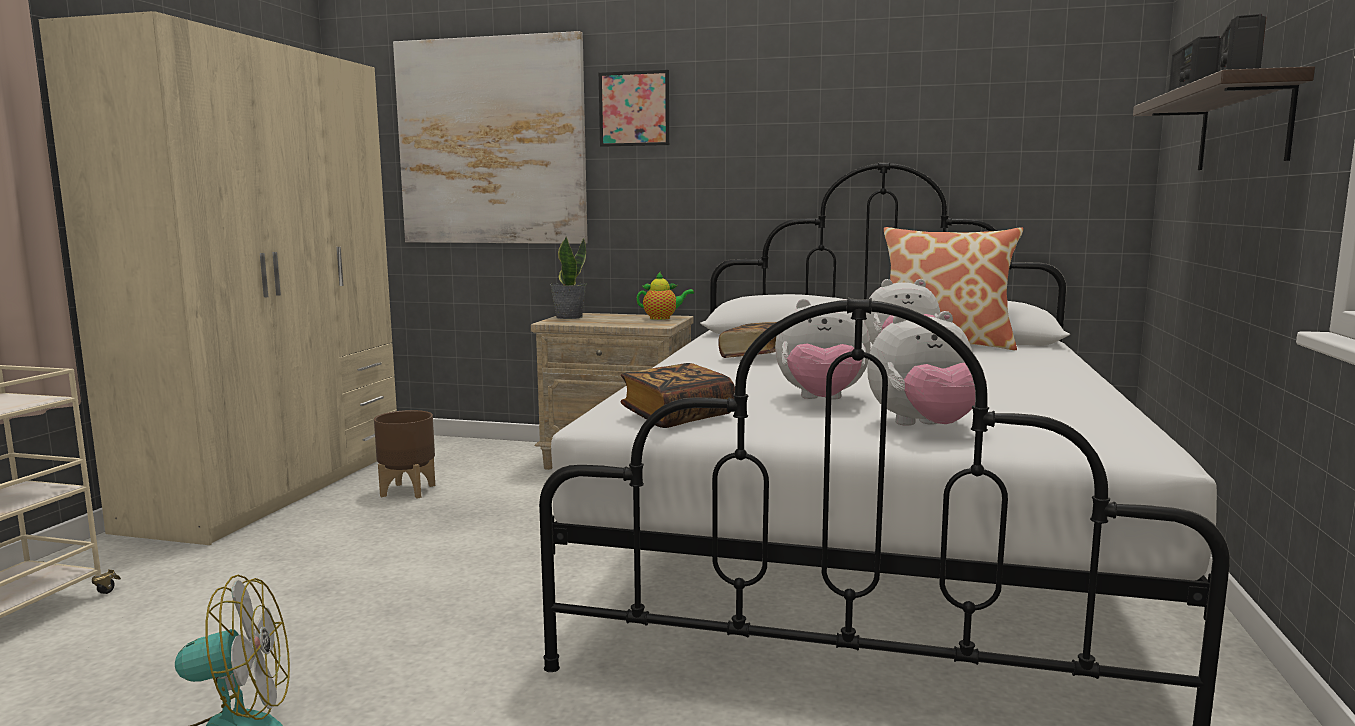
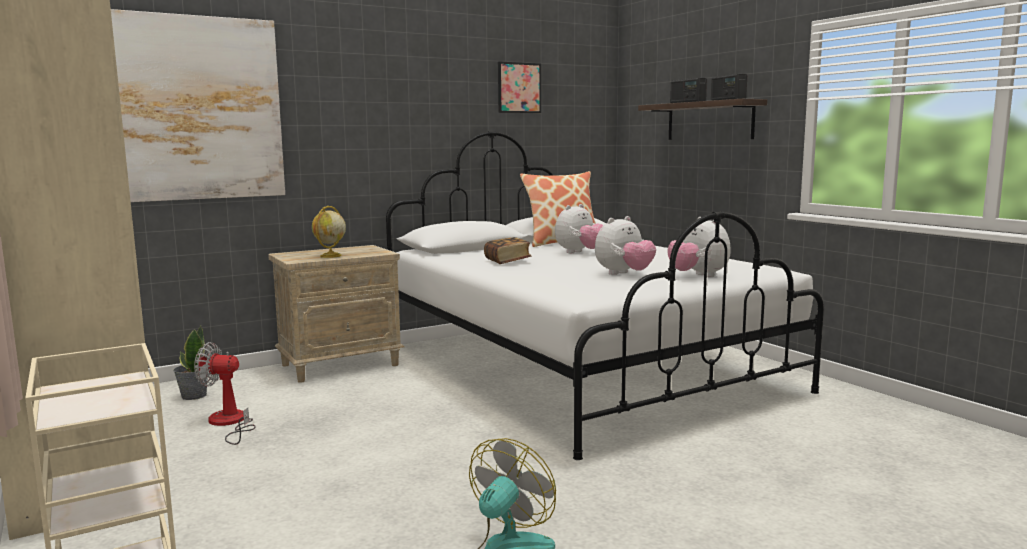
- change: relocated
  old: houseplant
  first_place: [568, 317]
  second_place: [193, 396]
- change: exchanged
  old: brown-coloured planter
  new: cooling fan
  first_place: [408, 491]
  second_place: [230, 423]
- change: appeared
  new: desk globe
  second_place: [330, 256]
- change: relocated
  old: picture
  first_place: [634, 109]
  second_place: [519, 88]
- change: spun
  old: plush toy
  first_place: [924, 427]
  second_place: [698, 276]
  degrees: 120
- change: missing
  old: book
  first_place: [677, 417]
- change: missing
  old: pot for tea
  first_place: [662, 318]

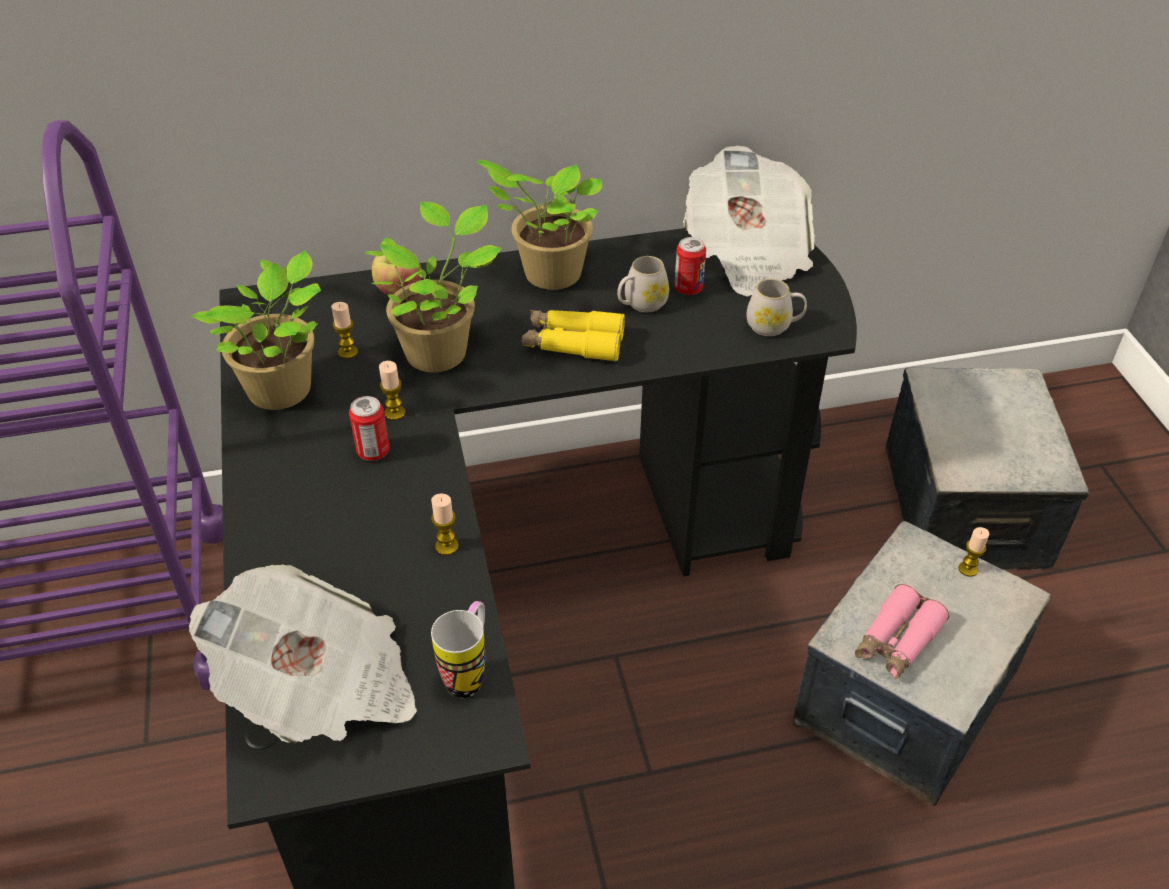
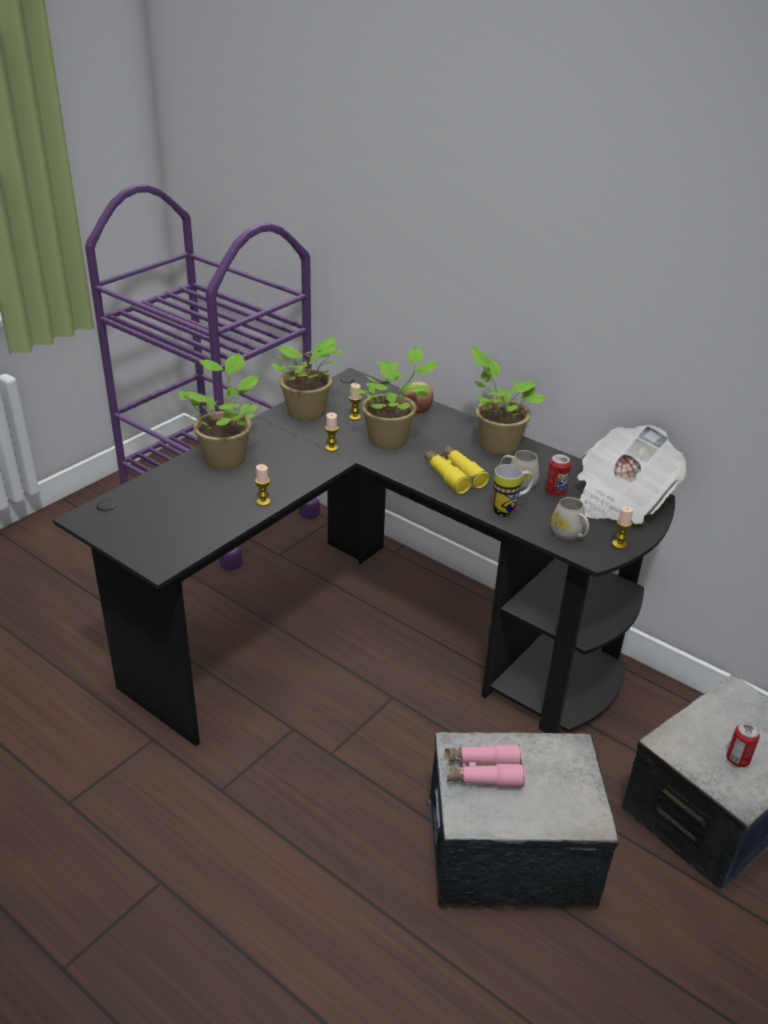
- change: appeared
  new: houseplant
  second_place: [226, 457]
- change: relocated
  old: tea mug
  first_place: [469, 673]
  second_place: [510, 510]
- change: relocated
  old: wax light
  first_place: [968, 569]
  second_place: [619, 544]
- change: relocated
  old: can
  first_place: [373, 451]
  second_place: [737, 759]
- change: missing
  old: daily paper
  first_place: [320, 687]

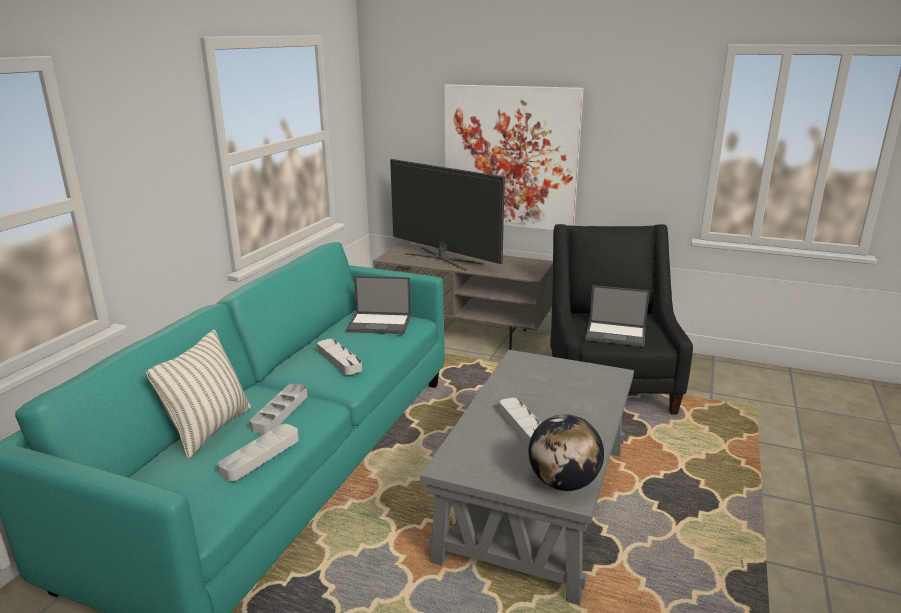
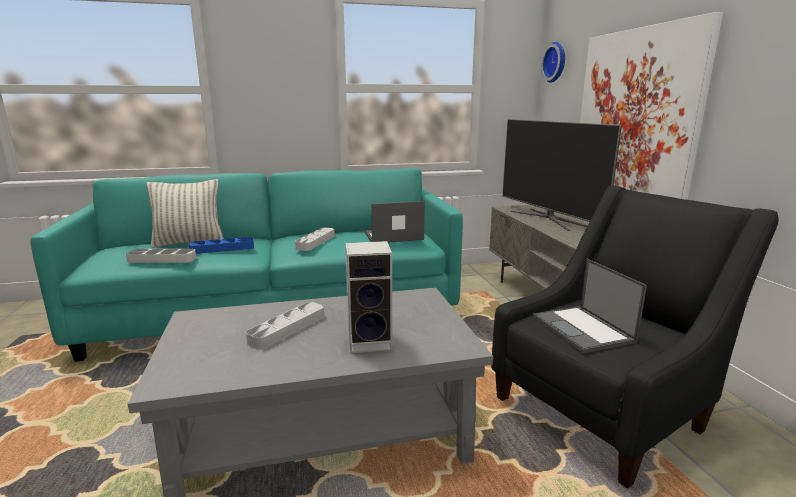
- change: colour
  old: gray serving tray
  new: blue-coloured serving tray
  first_place: [280, 412]
  second_place: [222, 249]
- change: appeared
  new: loudspeaker
  second_place: [371, 341]
- change: spun
  old: portable computer
  first_place: [380, 323]
  second_place: [392, 236]
  degrees: 105
- change: spun
  old: TV
  first_place: [443, 258]
  second_place: [547, 219]
  degrees: 150
- change: appeared
  new: clock on the wall
  second_place: [556, 62]
- change: missing
  old: desk globe
  first_place: [563, 483]

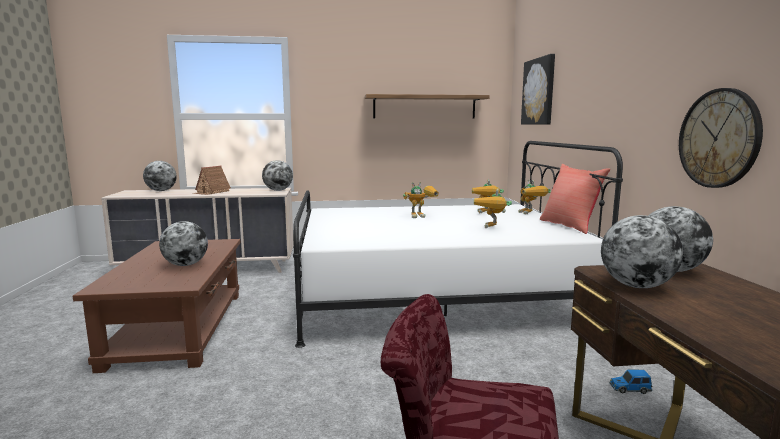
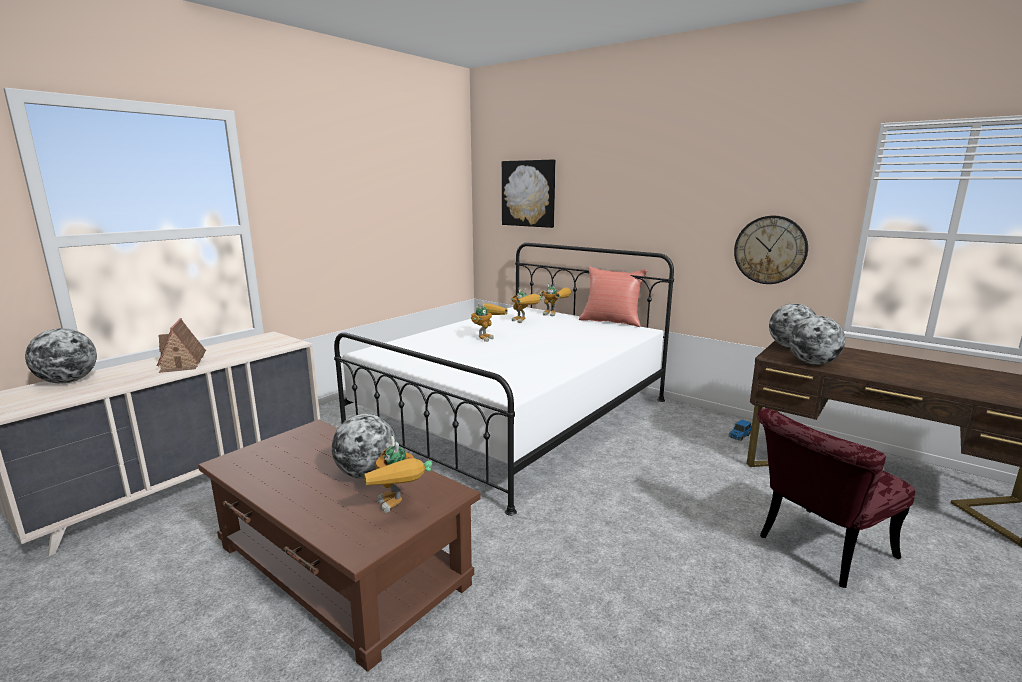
- change: relocated
  old: robot figure
  first_place: [493, 228]
  second_place: [398, 508]
- change: missing
  old: desk globe
  first_place: [278, 190]
- change: missing
  old: shelf
  first_place: [424, 107]

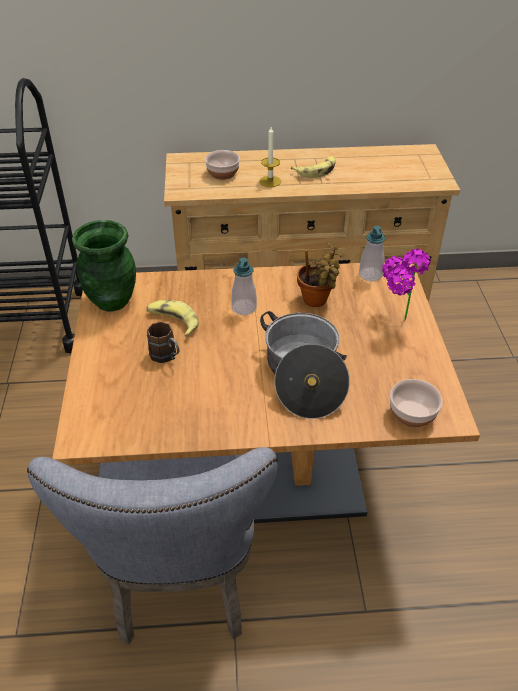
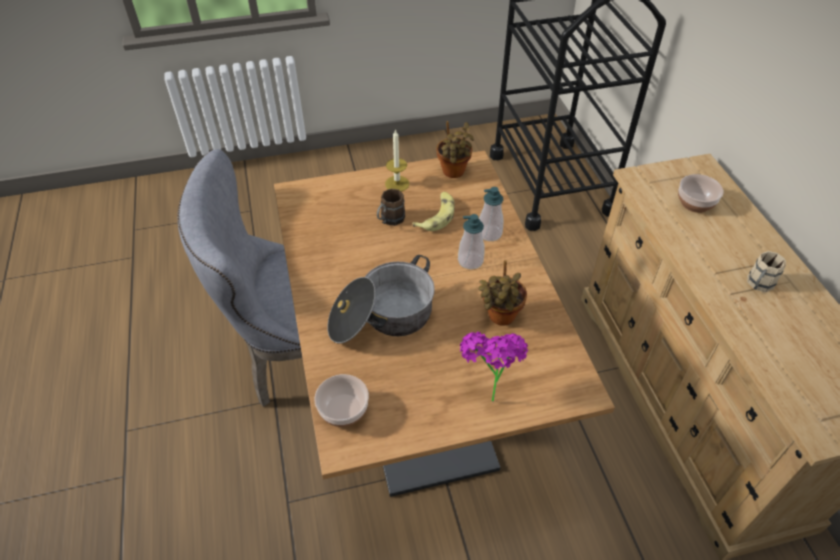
- change: relocated
  old: wax light
  first_place: [270, 181]
  second_place: [397, 184]
- change: exchanged
  old: green-coloured flower vase
  new: houseplant
  first_place: [111, 300]
  second_place: [453, 173]
- change: relocated
  old: soap bottle
  first_place: [370, 275]
  second_place: [489, 233]
- change: exchanged
  old: banana
  new: sand-coloured tea mug
  first_place: [316, 170]
  second_place: [757, 285]

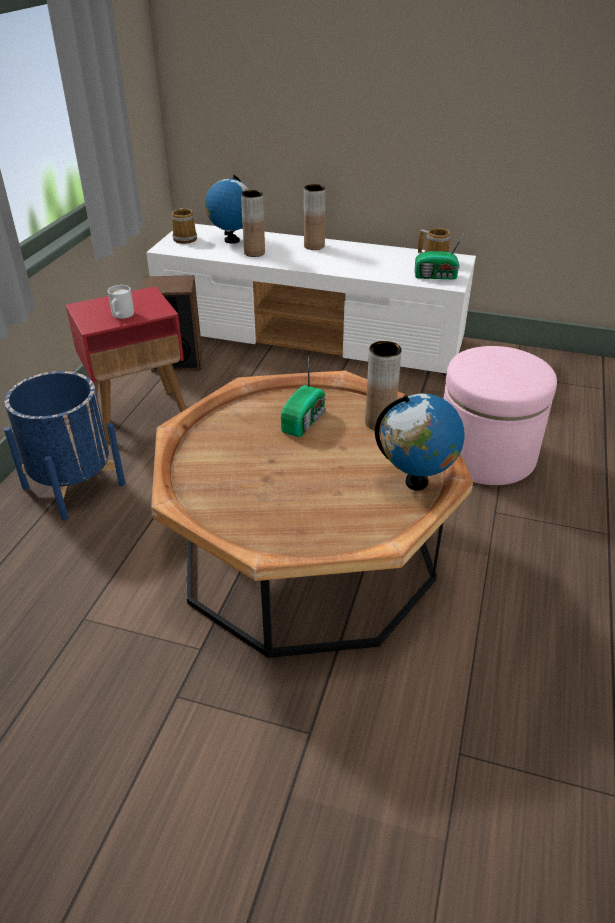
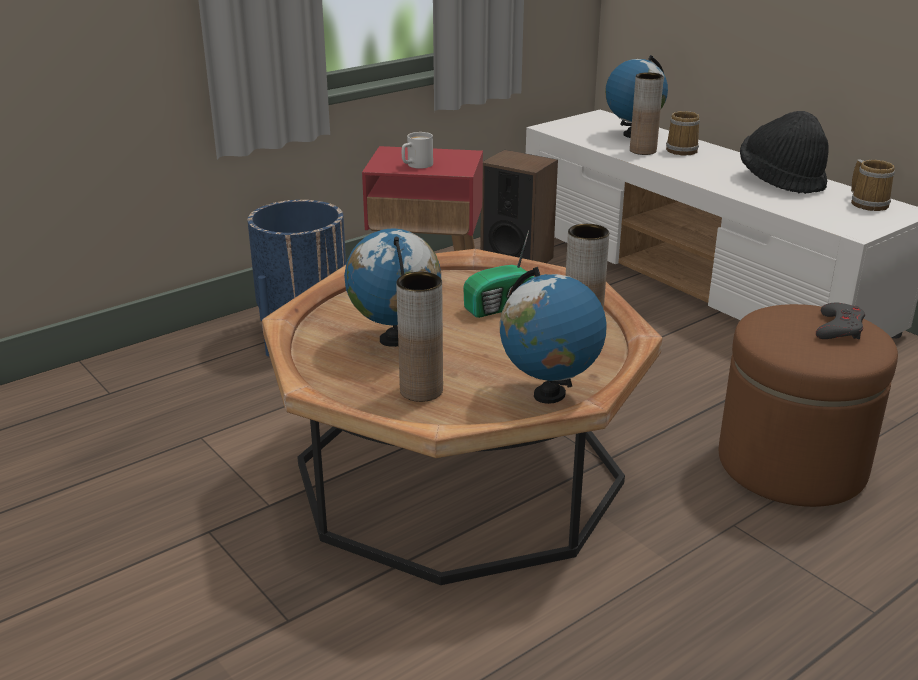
- change: appeared
  new: desk globe
  second_place: [395, 340]
- change: relocated
  old: brown-coloured flower vase
  first_place: [314, 246]
  second_place: [421, 391]
- change: relocated
  old: tea mug
  first_place: [185, 238]
  second_place: [683, 150]
- change: colour
  old: pink ottoman
  new: brown-coloured ottoman
  first_place: [485, 455]
  second_place: [791, 464]
- change: appeared
  new: black-coloured wearable hat
  second_place: [781, 180]
- change: appeared
  new: gray game controller
  second_place: [839, 328]
- change: missing
  old: radio
  first_place: [436, 276]

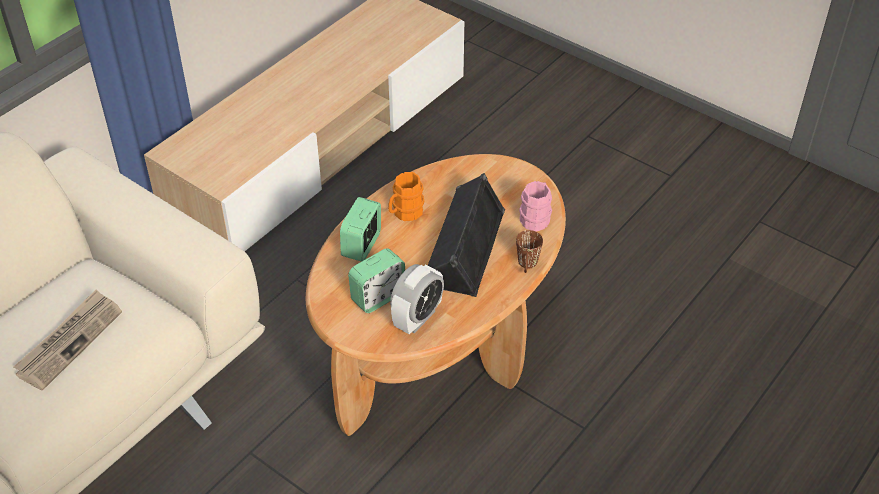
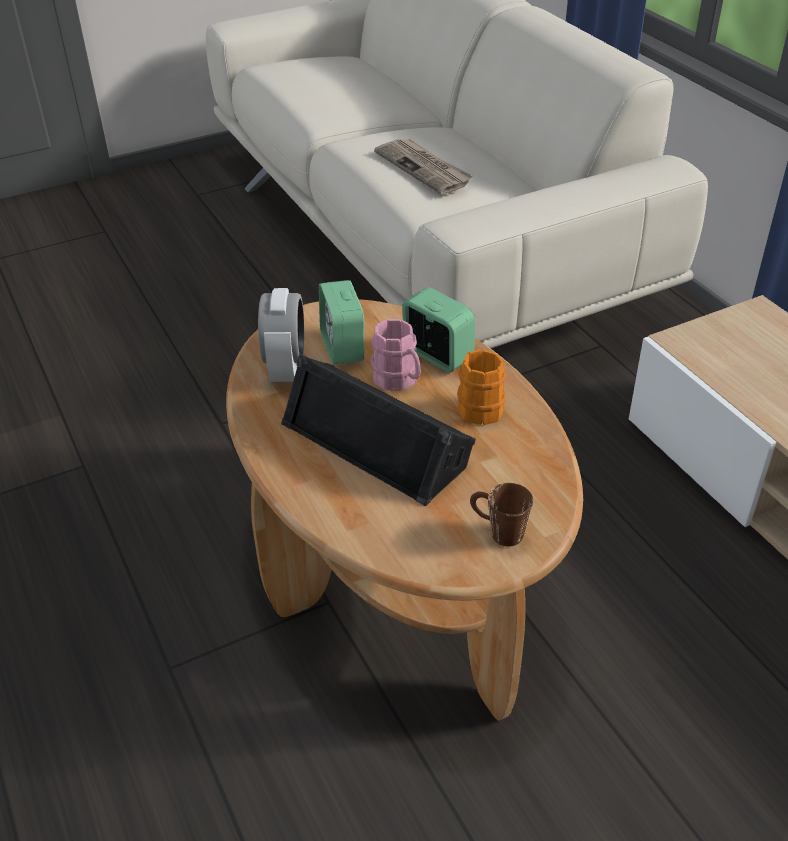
- change: spun
  old: bedside clock
  first_place: [417, 318]
  second_place: [286, 368]
  degrees: -150
- change: relocated
  old: pink tea mug
  first_place: [536, 217]
  second_place: [399, 380]
- change: relocated
  old: brown-coloured tea mug
  first_place: [527, 266]
  second_place: [497, 531]

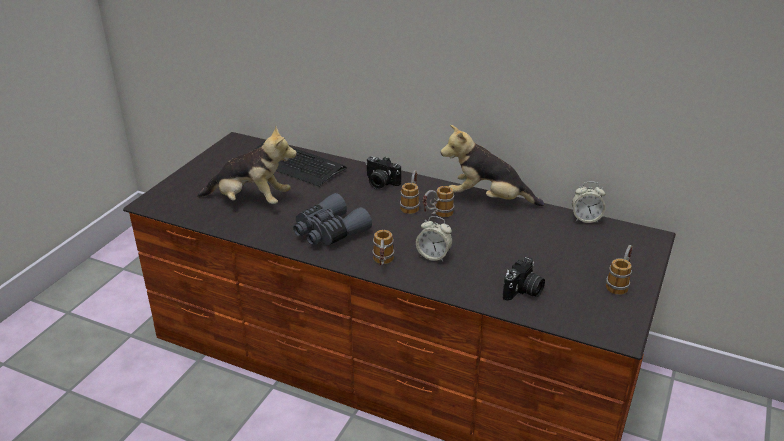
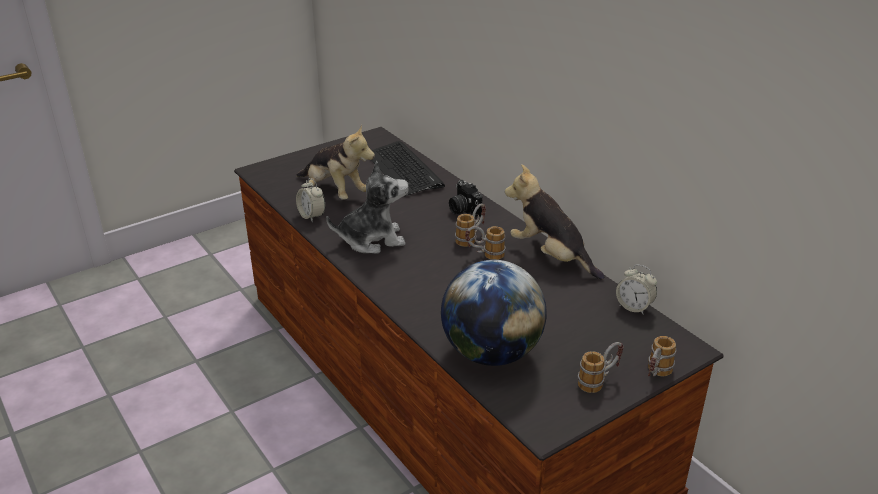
- change: relocated
  old: bedside clock
  first_place: [433, 256]
  second_place: [311, 216]
- change: exchanged
  old: gray field glasses
  new: plush toy
  first_place: [329, 232]
  second_place: [372, 239]
- change: exchanged
  old: photo camera
  new: desk globe
  first_place: [523, 291]
  second_place: [491, 353]
- change: relocated
  old: tea mug
  first_place: [383, 264]
  second_place: [656, 375]

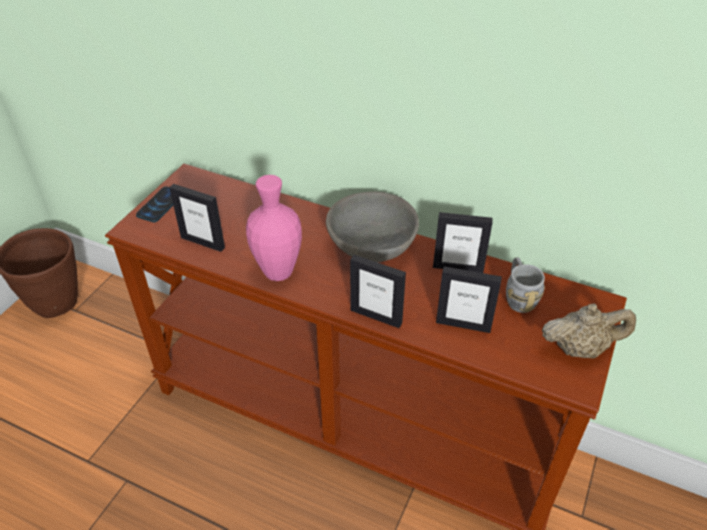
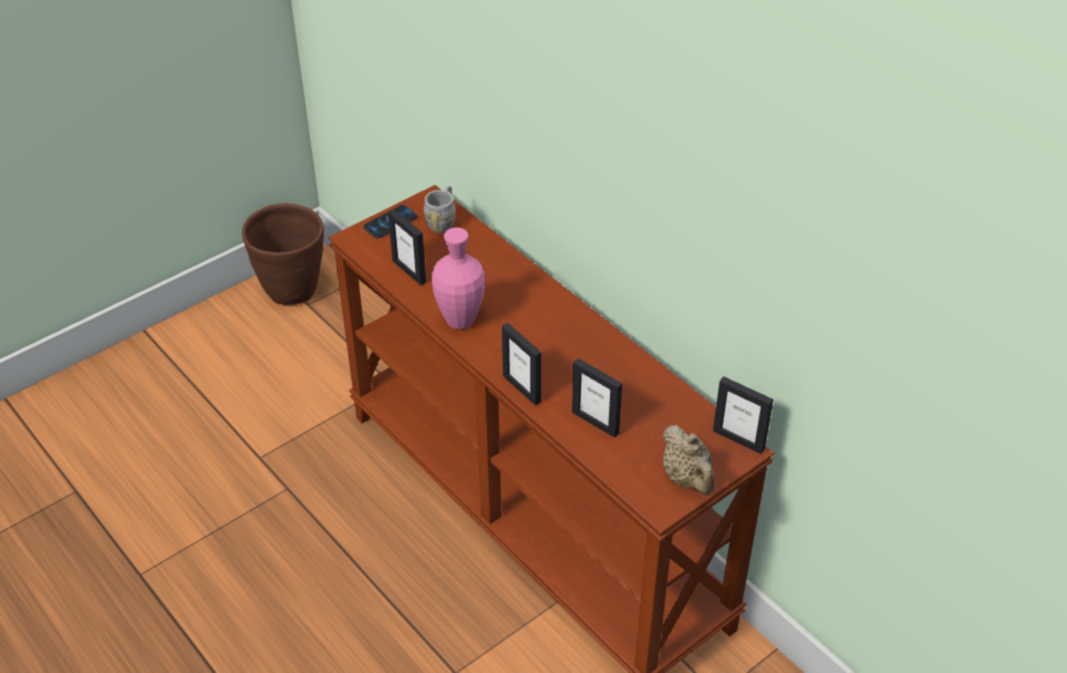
- change: relocated
  old: gray tea mug
  first_place: [518, 296]
  second_place: [443, 221]
- change: spun
  old: sand-coloured pot for tea
  first_place: [580, 348]
  second_place: [687, 479]
  degrees: 45
- change: relocated
  old: photo frame
  first_place: [458, 267]
  second_place: [738, 439]
- change: missing
  old: gray bowl
  first_place: [372, 247]

